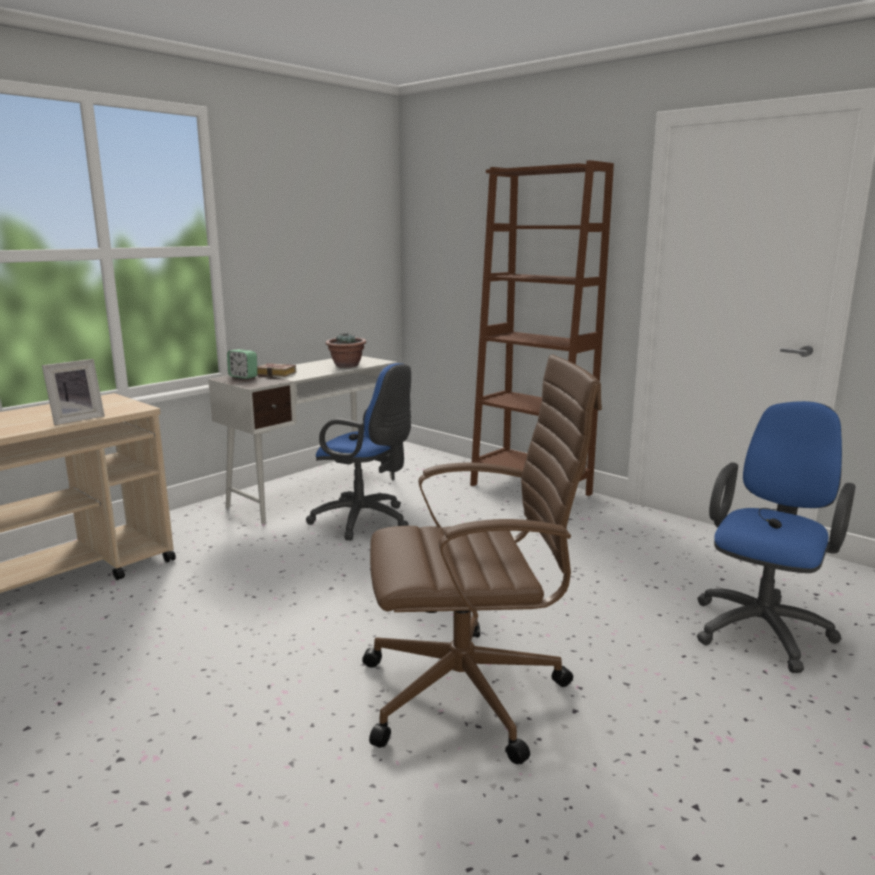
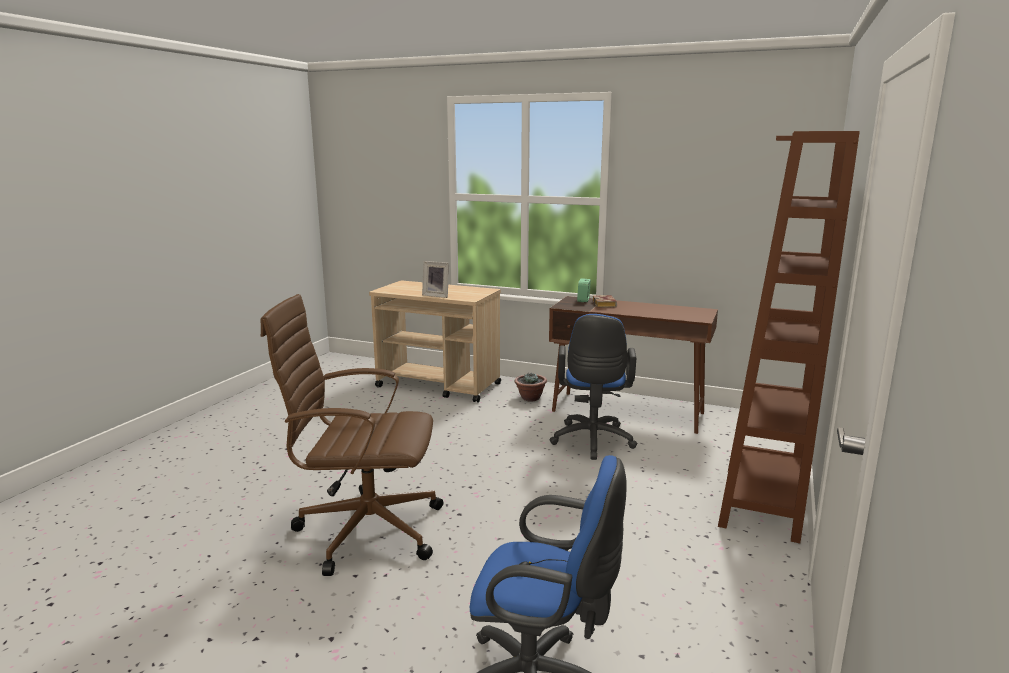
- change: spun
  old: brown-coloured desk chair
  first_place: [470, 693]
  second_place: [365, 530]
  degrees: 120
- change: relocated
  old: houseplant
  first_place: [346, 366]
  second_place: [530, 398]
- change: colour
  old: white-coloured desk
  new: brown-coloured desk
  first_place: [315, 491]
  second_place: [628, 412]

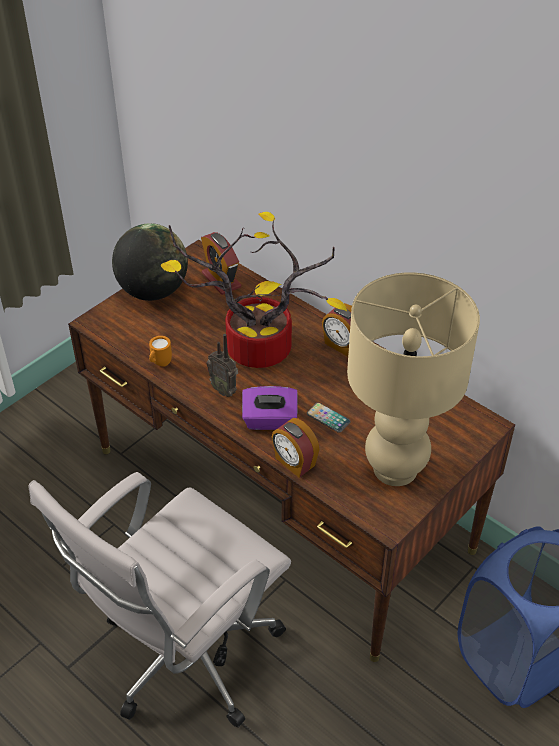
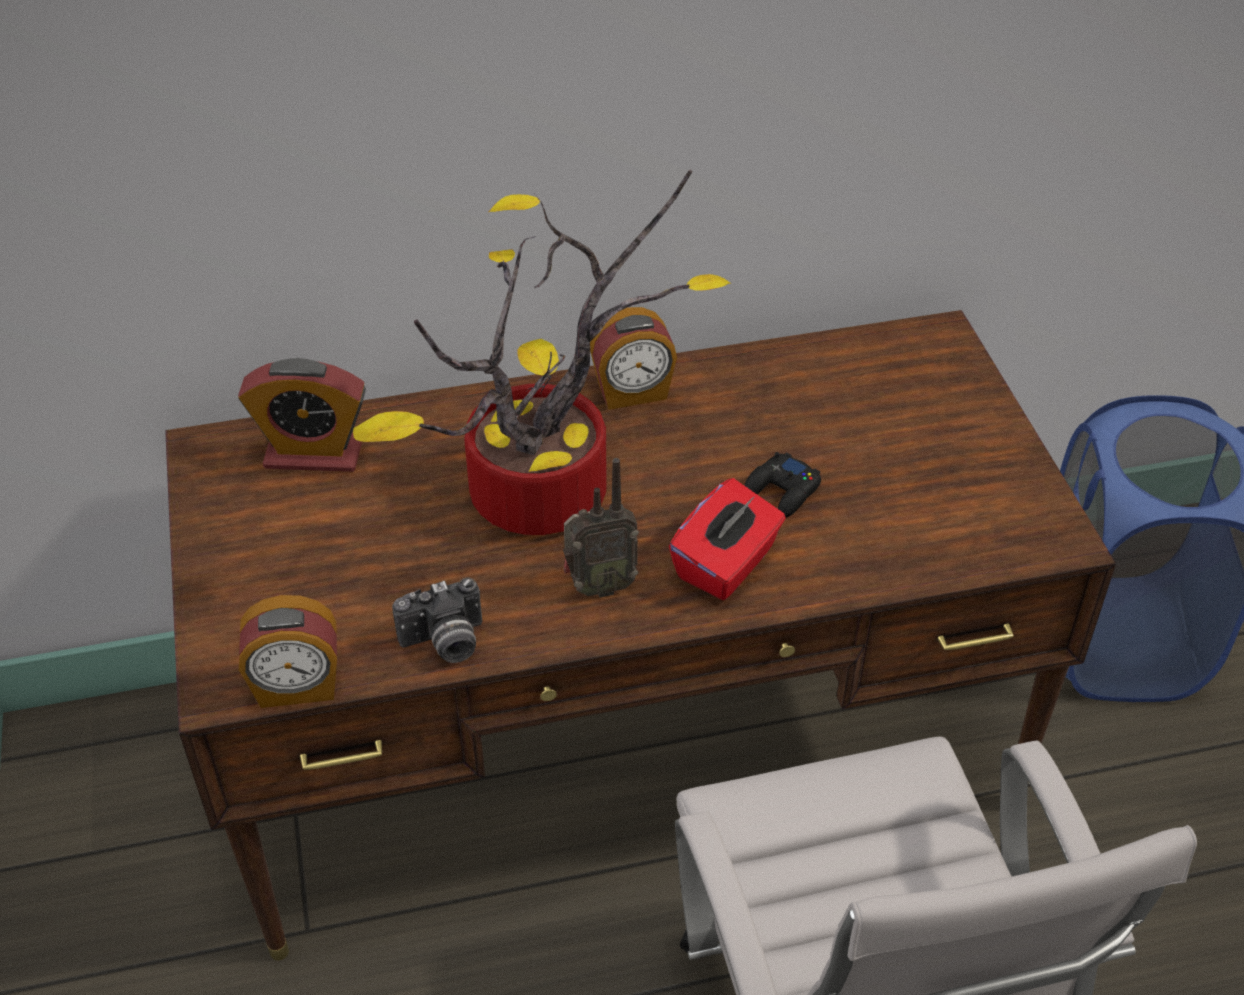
- change: relocated
  old: bedside clock
  first_place: [294, 462]
  second_place: [297, 687]
- change: exchanged
  old: orangey tea mug
  new: photo camera
  first_place: [160, 364]
  second_place: [445, 643]
- change: colour
  old: purplish box of tissues
  new: reddish box of tissues
  first_place: [269, 420]
  second_place: [726, 564]
- change: exchanged
  old: handset
  new: black-coloured game controller
  first_place: [328, 418]
  second_place: [782, 492]
- change: missing
  old: desk globe
  first_place: [153, 291]
- change: missing
  old: sand-coloured lamp for a table
  first_place: [394, 468]

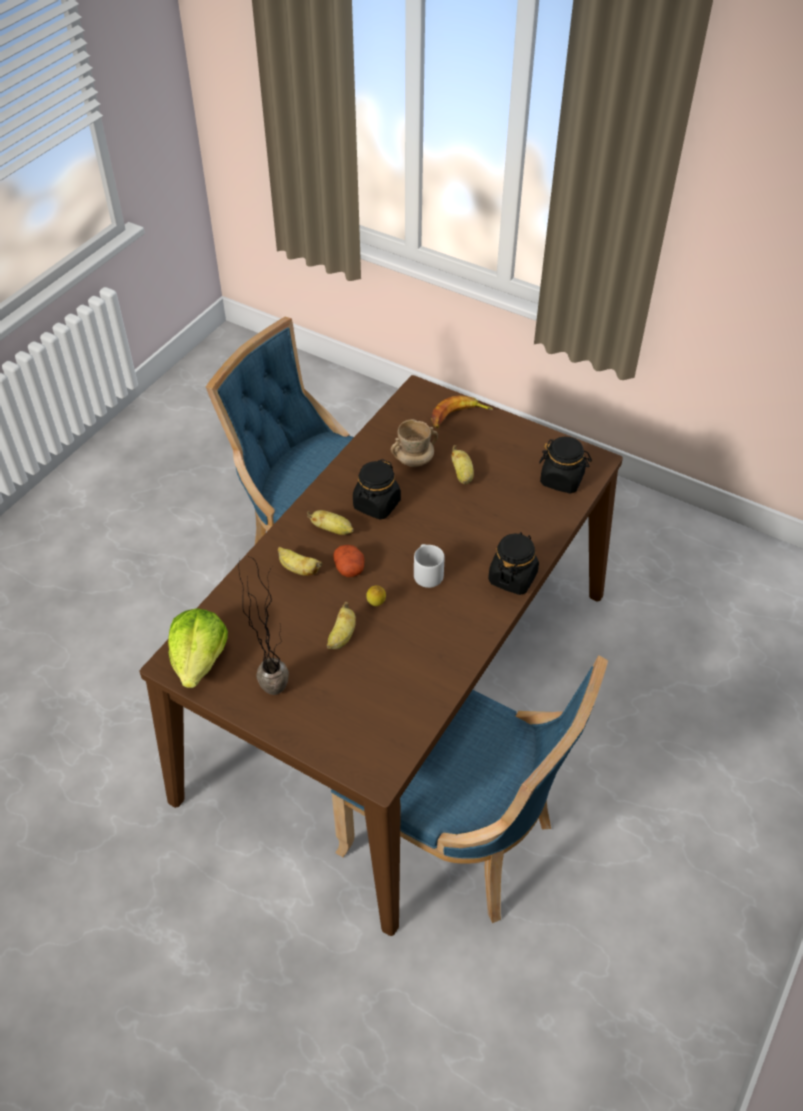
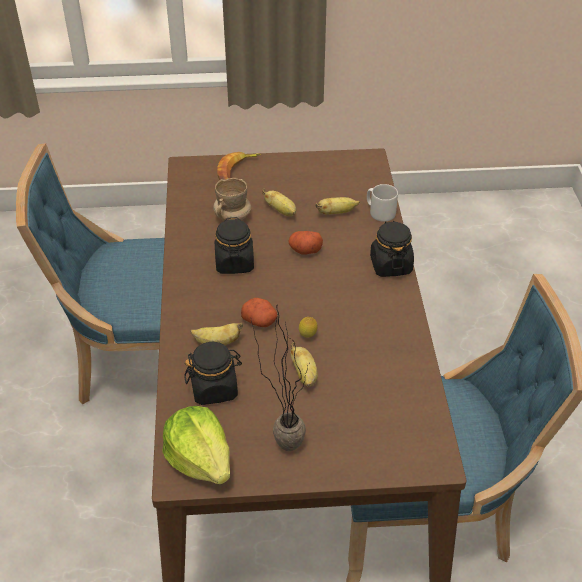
- change: relocated
  old: black-coloured storage jar
  first_place: [562, 479]
  second_place: [214, 388]
- change: appeared
  new: spud
  second_place: [304, 250]
- change: relocated
  old: banana
  first_place: [332, 530]
  second_place: [336, 213]
- change: relocated
  old: gray tea mug
  first_place: [427, 573]
  second_place: [380, 212]

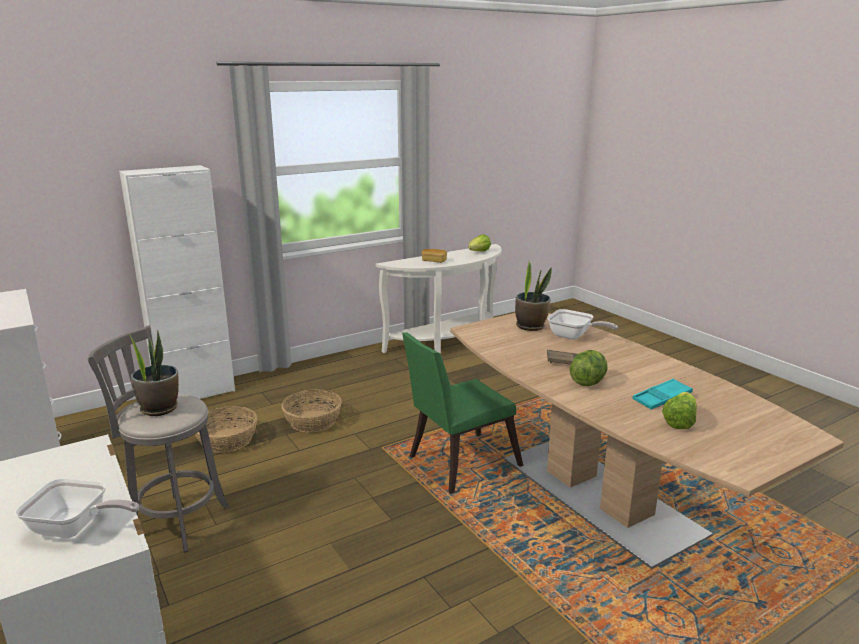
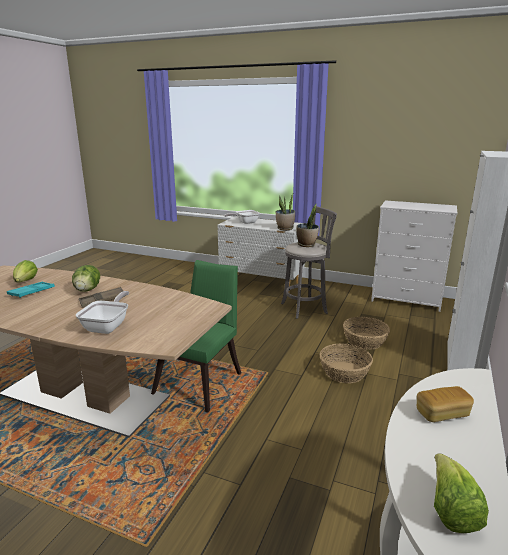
- change: spun
  old: frying pan
  first_place: [573, 336]
  second_place: [108, 326]
  degrees: 105
- change: relocated
  old: houseplant
  first_place: [531, 326]
  second_place: [285, 229]

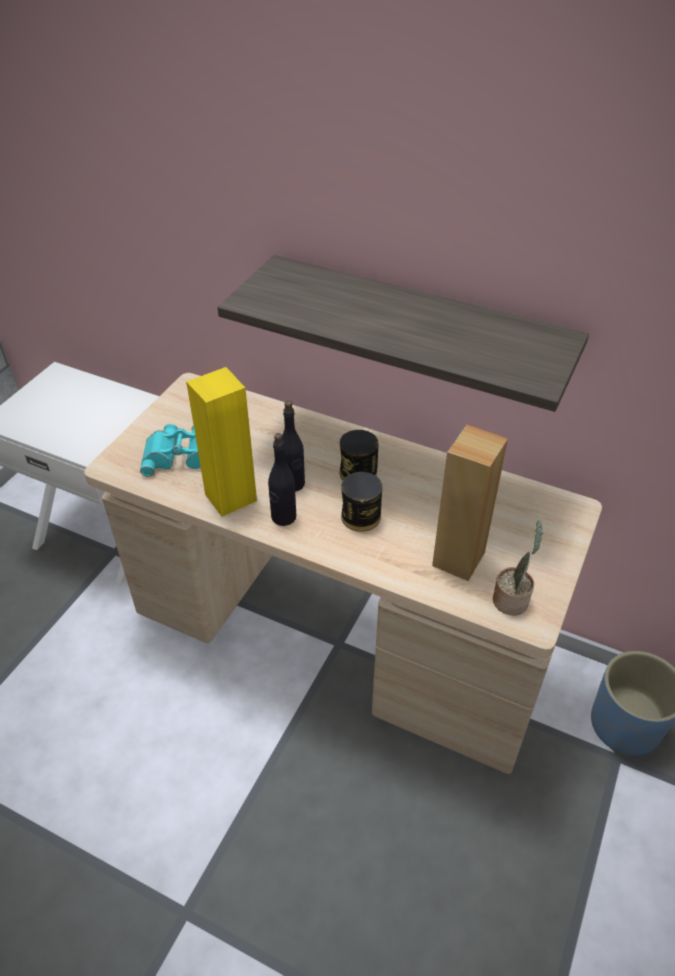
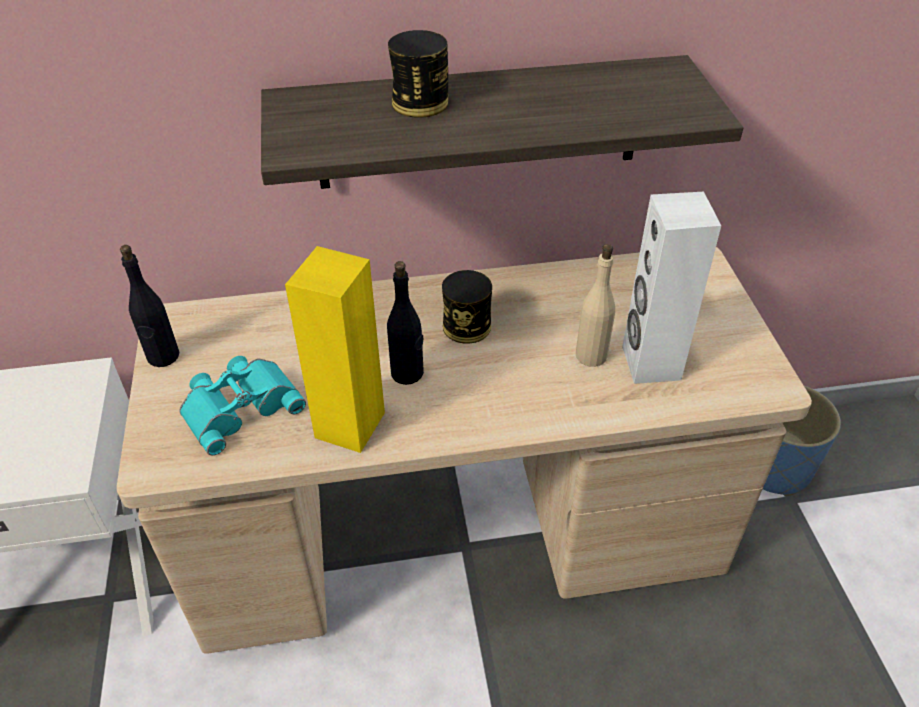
- change: relocated
  old: black-coloured beverage bottle
  first_place: [283, 517]
  second_place: [163, 356]
- change: relocated
  old: can
  first_place: [360, 516]
  second_place: [420, 103]
- change: appeared
  new: sand-coloured beverage bottle
  second_place: [591, 355]
- change: colour
  old: brown-coloured loudspeaker
  new: white-coloured loudspeaker
  first_place: [457, 558]
  second_place: [650, 363]
- change: missing
  old: houseplant
  first_place: [512, 599]

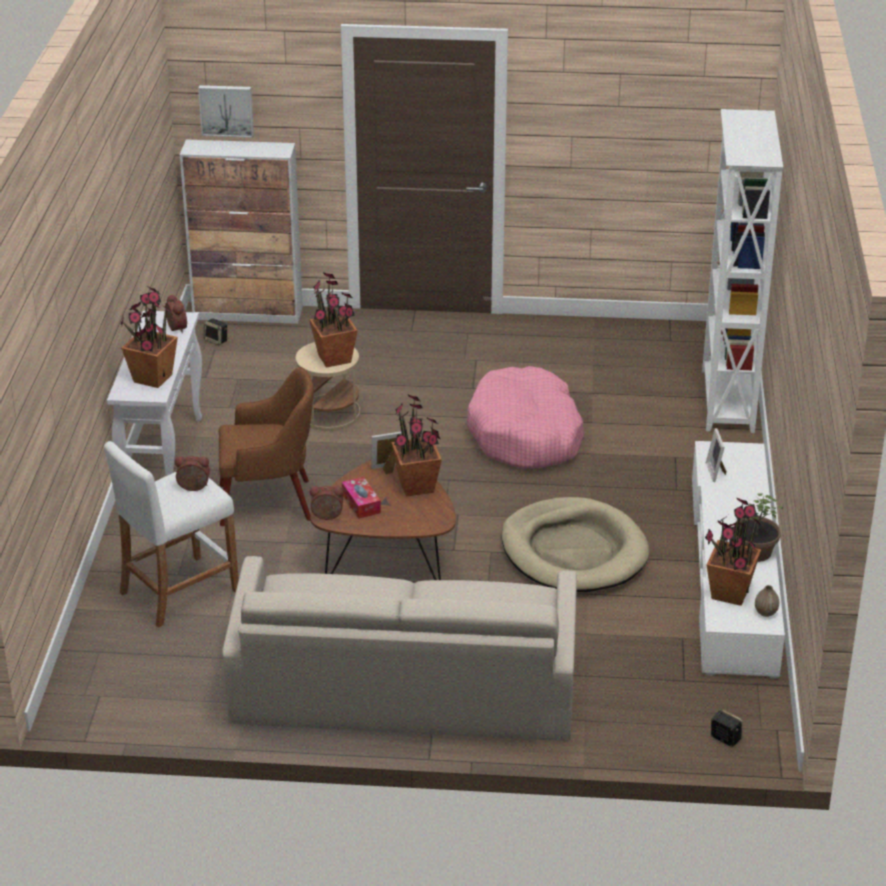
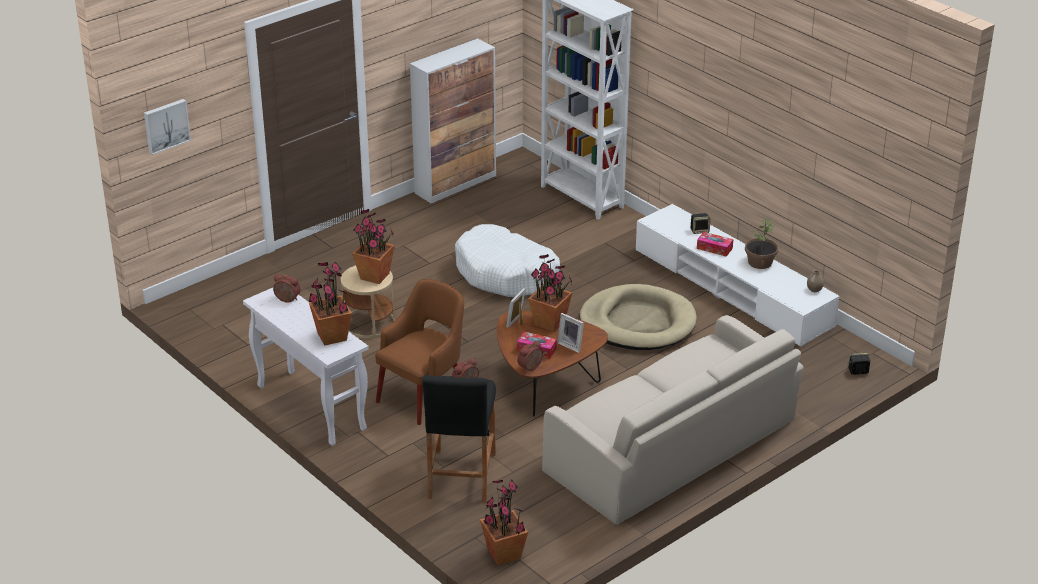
- change: relocated
  old: cupboard
  first_place: [248, 313]
  second_place: [456, 184]
- change: colour
  old: white-coloured stool
  new: black-coloured stool
  first_place: [179, 591]
  second_place: [461, 475]
- change: colour
  old: pink pet bed
  new: white-coloured pet bed
  first_place: [526, 435]
  second_place: [506, 274]
- change: relocated
  old: houseplant
  first_place: [729, 593]
  second_place: [503, 554]
- change: relocated
  old: photo frame
  first_place: [716, 472]
  second_place: [571, 345]
- change: relocated
  old: loudspeaker
  first_place: [216, 340]
  second_place: [700, 230]
- change: appeared
  new: box of tissues
  second_place: [714, 248]

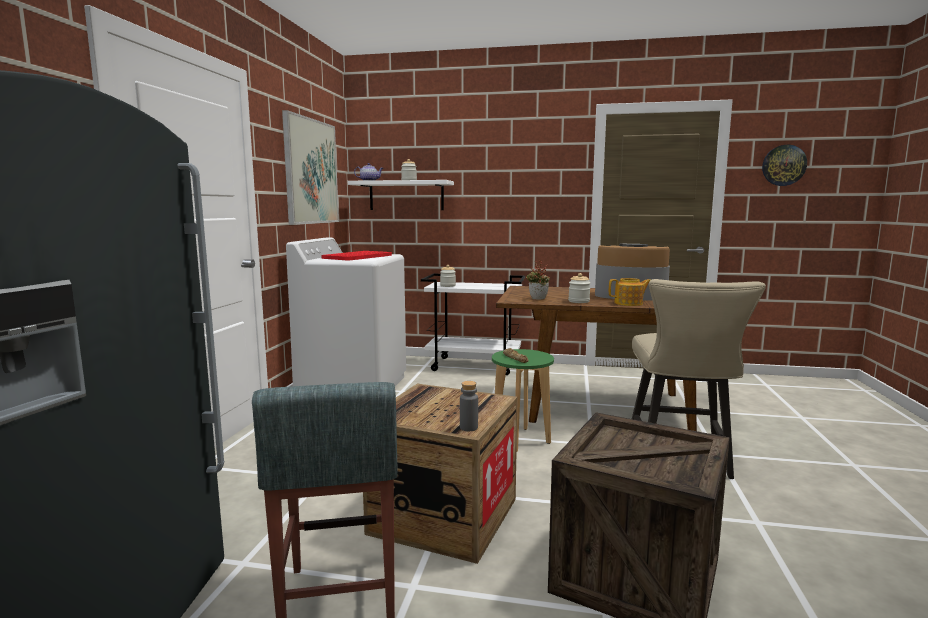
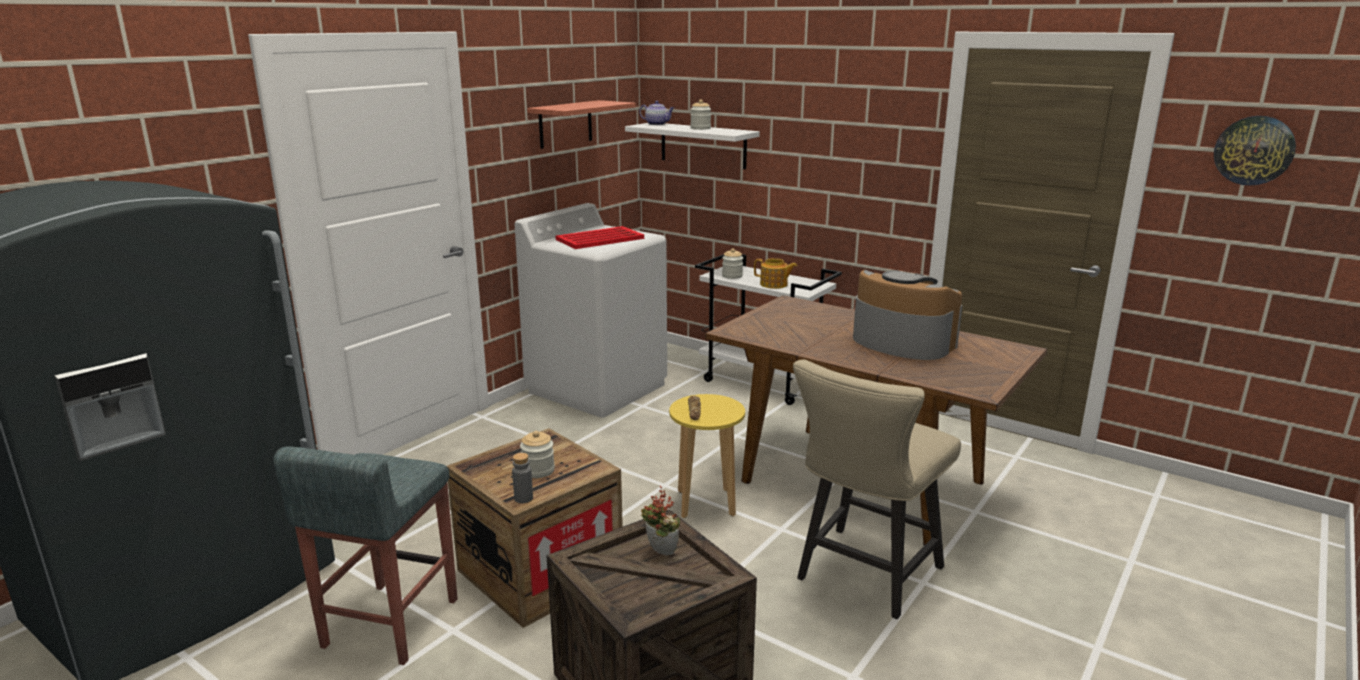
- change: relocated
  old: storage jar
  first_place: [579, 301]
  second_place: [538, 470]
- change: exchanged
  old: picture
  new: shelf
  first_place: [311, 172]
  second_place: [565, 124]
- change: relocated
  old: houseplant
  first_place: [537, 299]
  second_place: [659, 552]
- change: colour
  old: green-coloured stool
  new: yellow-coloured stool
  first_place: [520, 440]
  second_place: [705, 503]
- change: relocated
  old: pot for tea
  first_place: [629, 303]
  second_place: [774, 284]

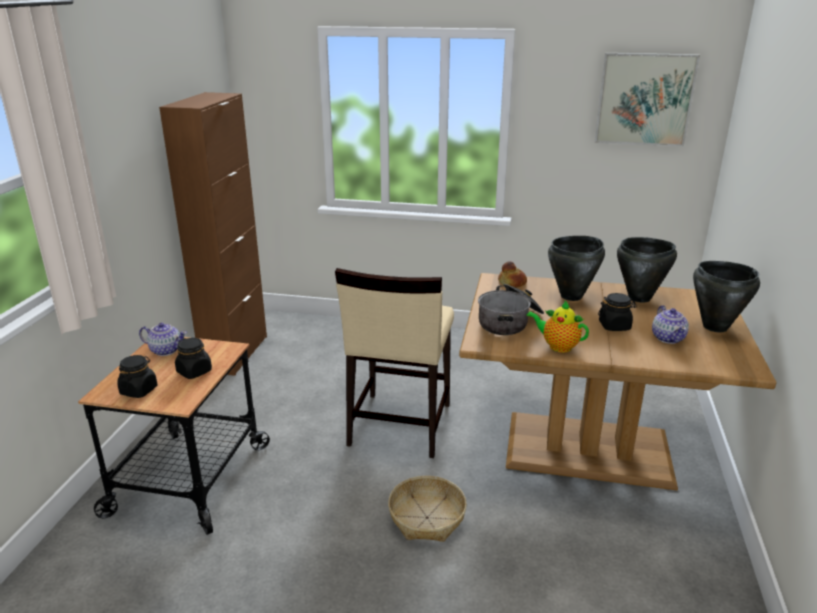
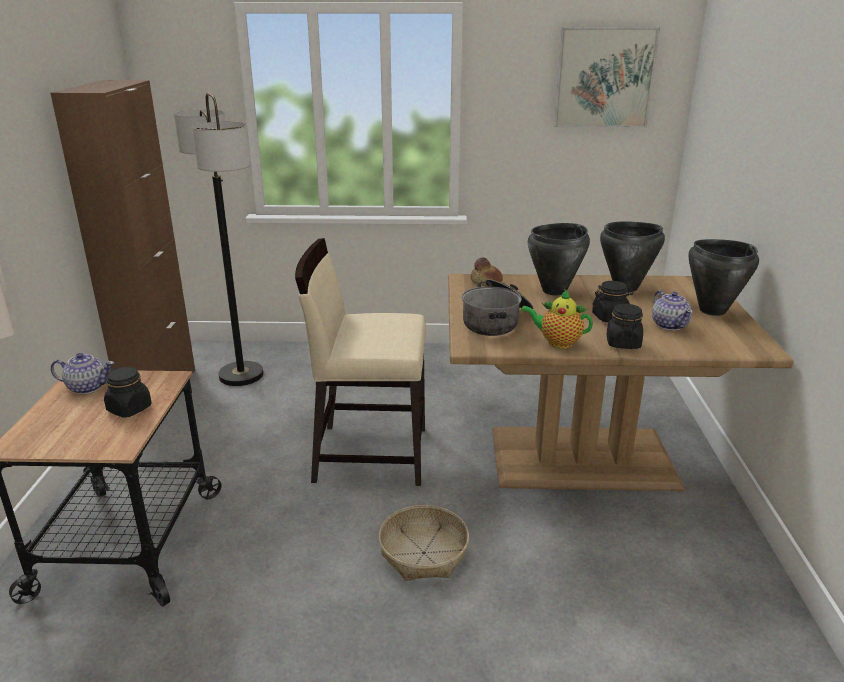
- change: appeared
  new: standard lamp
  second_place: [241, 375]
- change: spun
  old: sand-coloured chair
  first_place: [399, 425]
  second_place: [369, 453]
  degrees: 90
- change: relocated
  old: black-coloured storage jar
  first_place: [139, 390]
  second_place: [623, 343]

